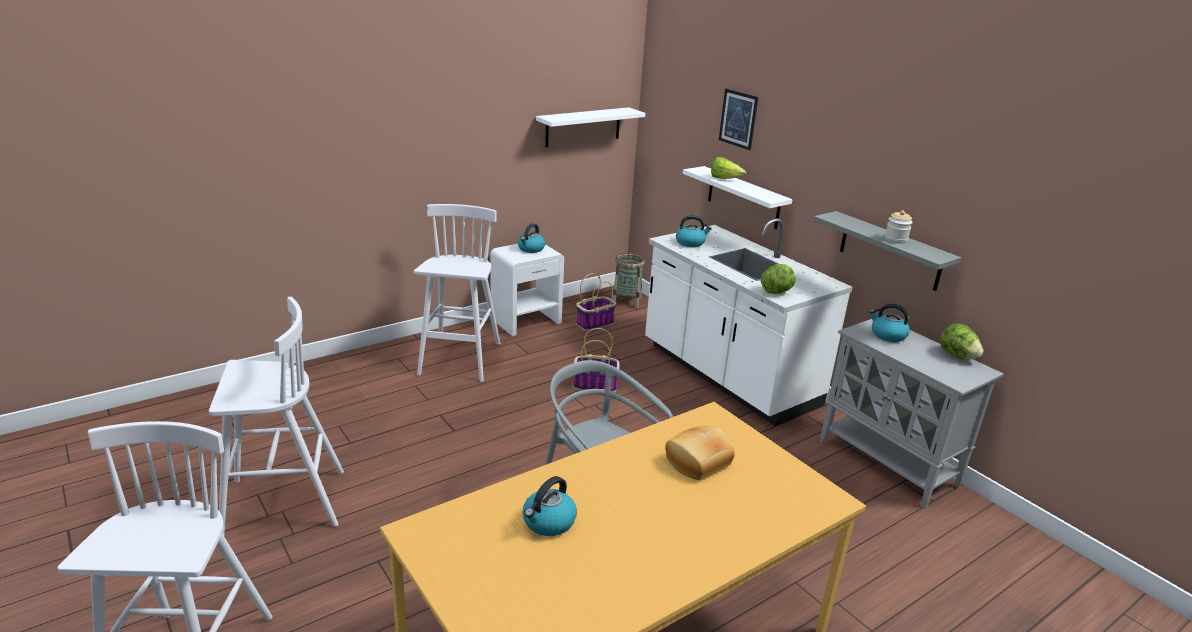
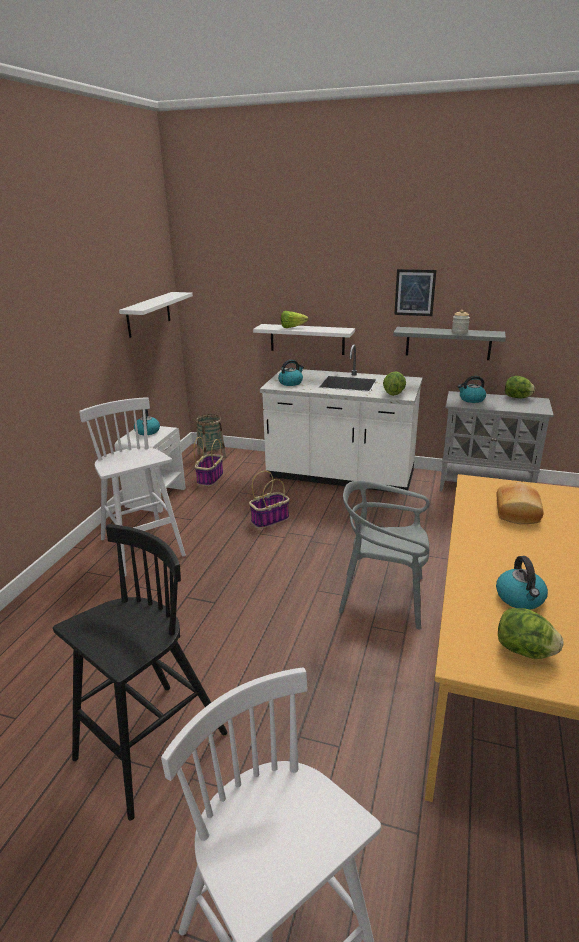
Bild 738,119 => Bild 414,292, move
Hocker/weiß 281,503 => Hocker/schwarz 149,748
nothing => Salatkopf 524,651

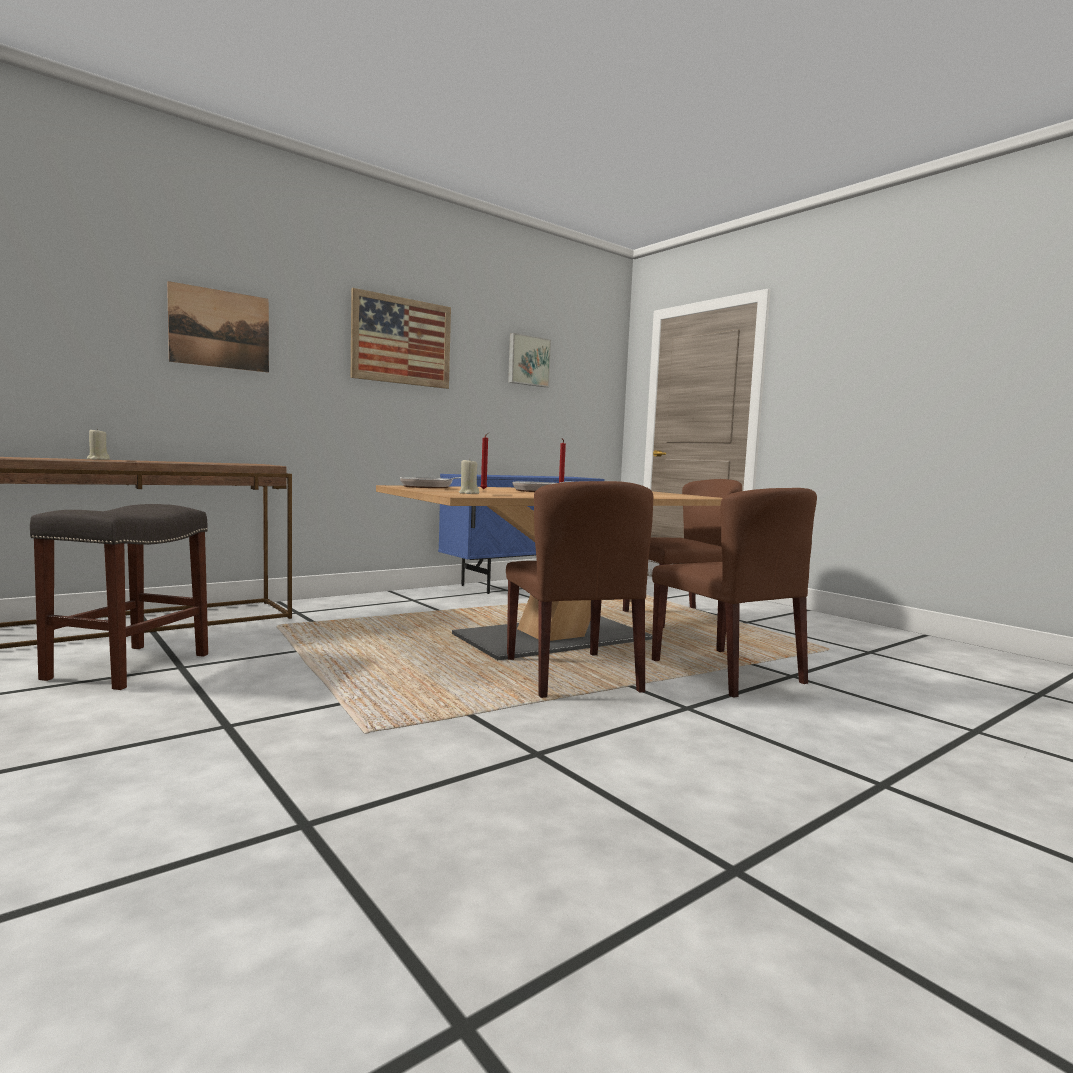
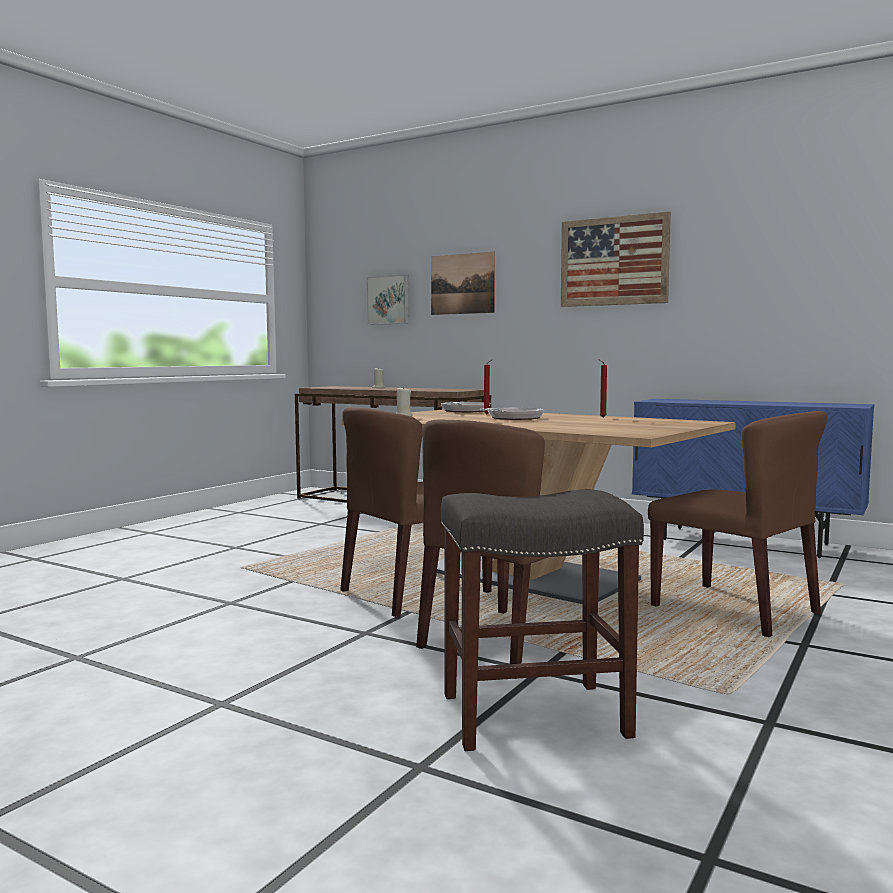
Bild 528,361 => Bild 389,300, move
Hocker/grau 128,667 => Hocker/grau 531,716, move

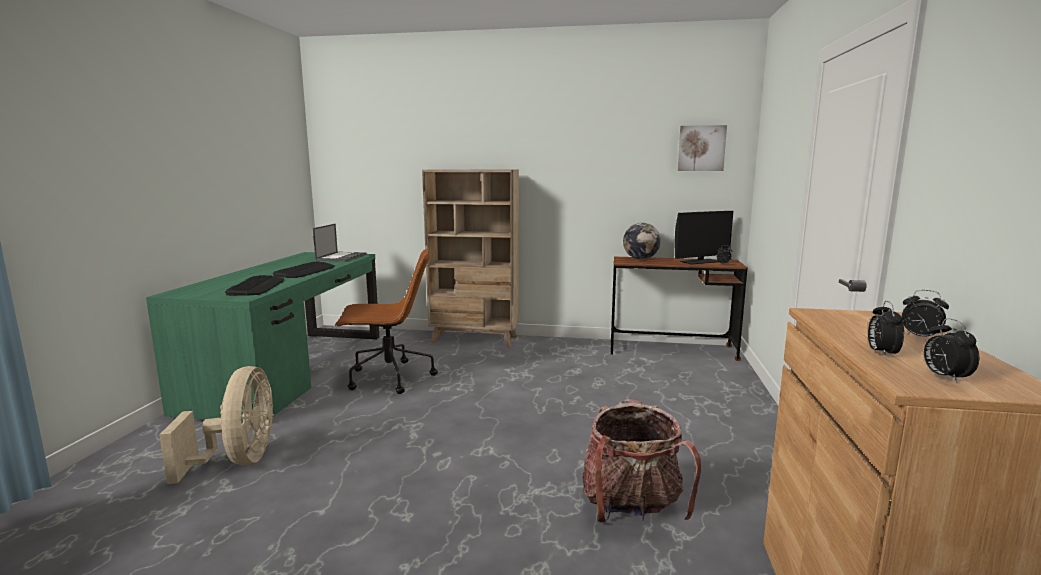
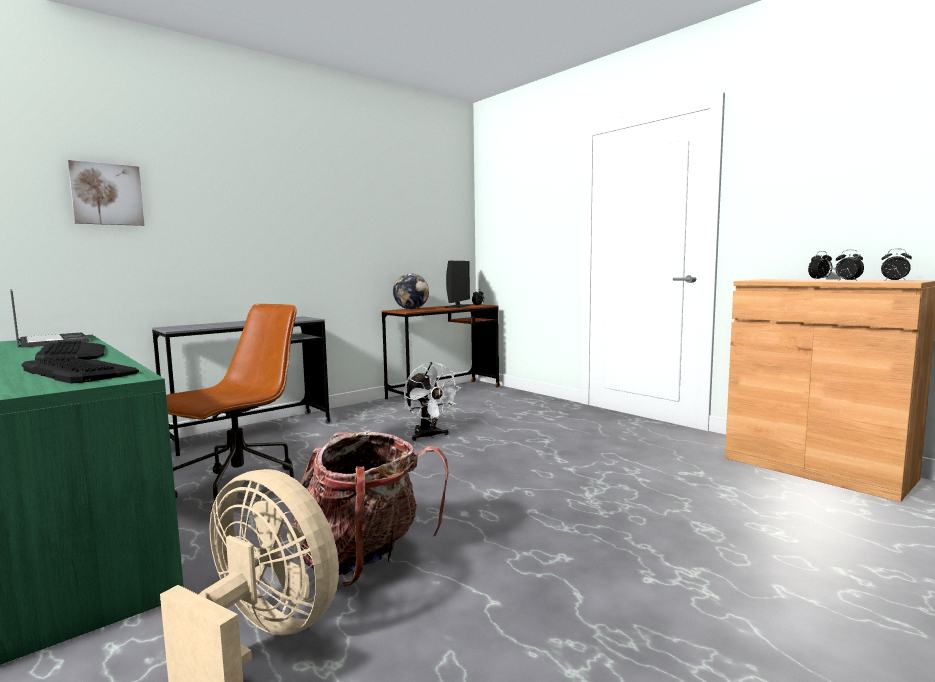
Bild 701,148 => Bild 107,194, move
Bücherregal/beige 474,340 => Schreibtisch/grau 250,432
Rucksack 631,508 => Rucksack 364,559, move
nothing => Ventilator/weiß 429,436

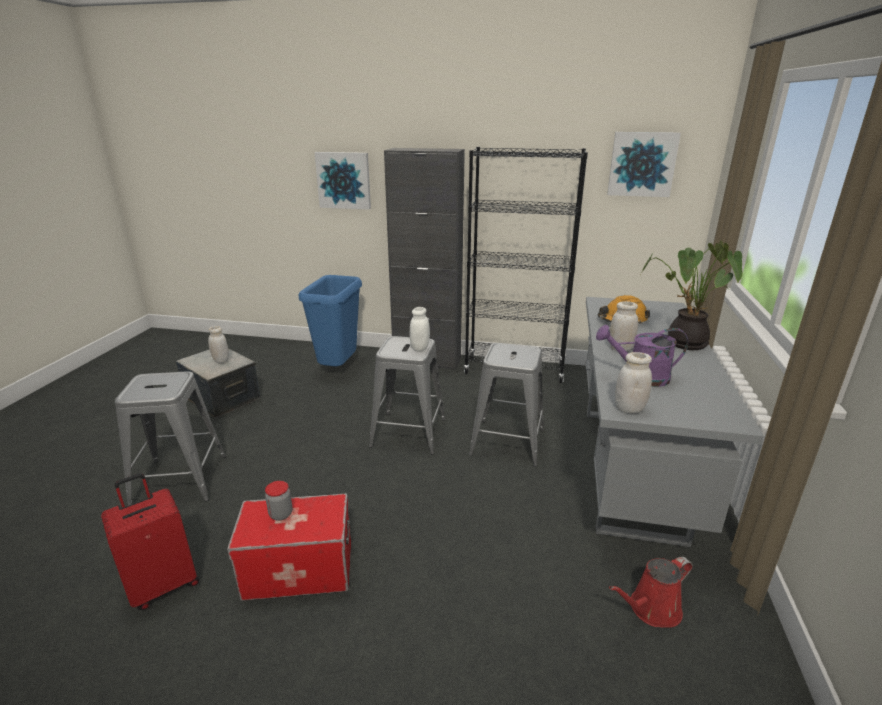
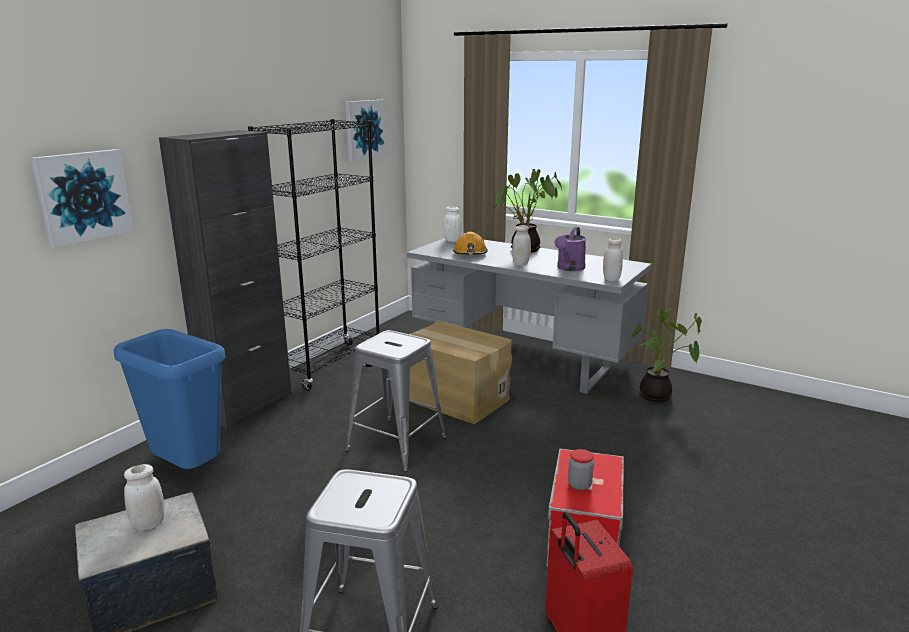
Vorratsglas/weiß 420,348 => Vorratsglas/weiß 452,240, move
Hocker/grau 508,442 => Karton 453,398
Gießkanne/rot 651,609 => Topfpflanze 657,397

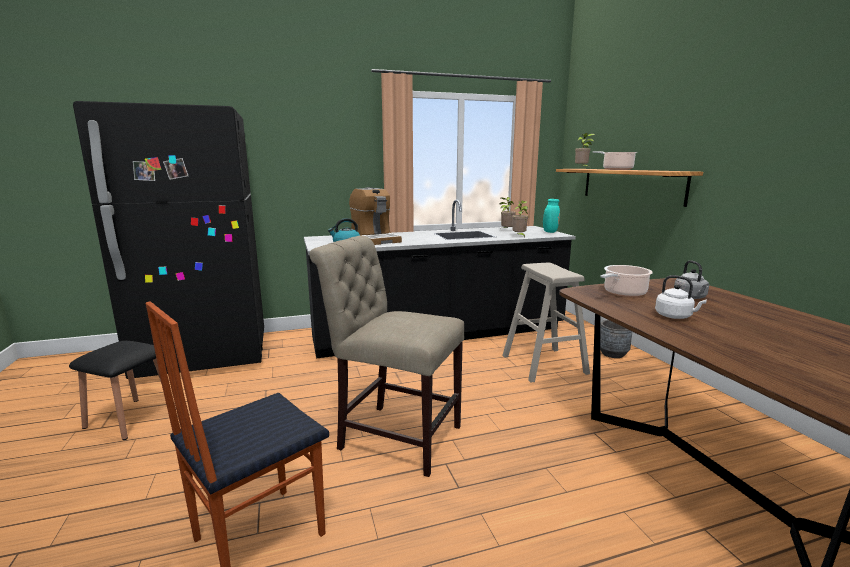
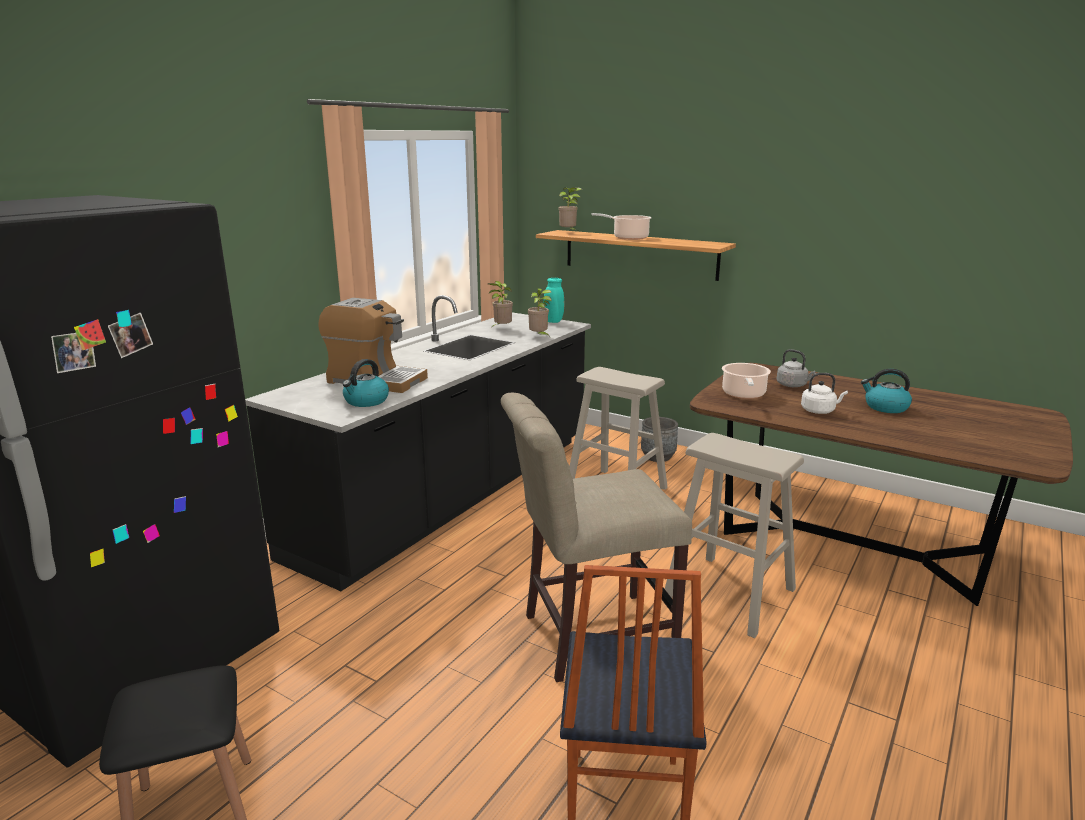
nothing => Wasserkessel 885,407
nothing => Hocker/beige 729,594

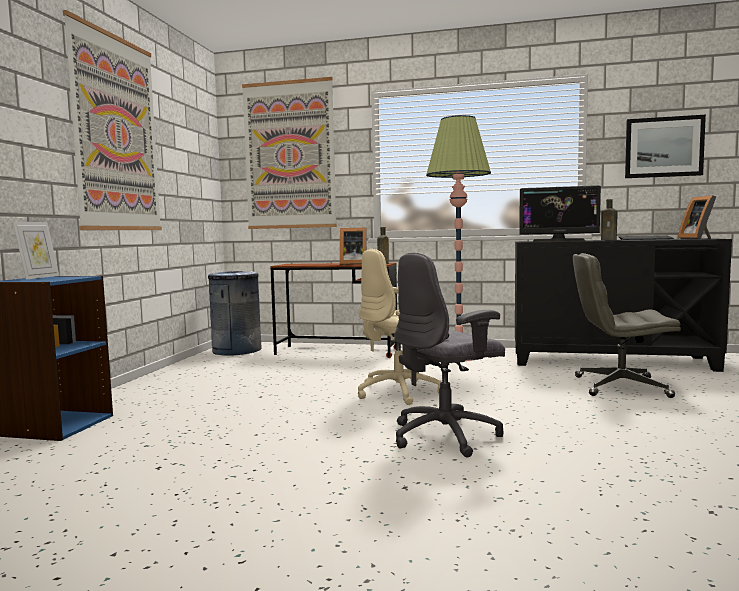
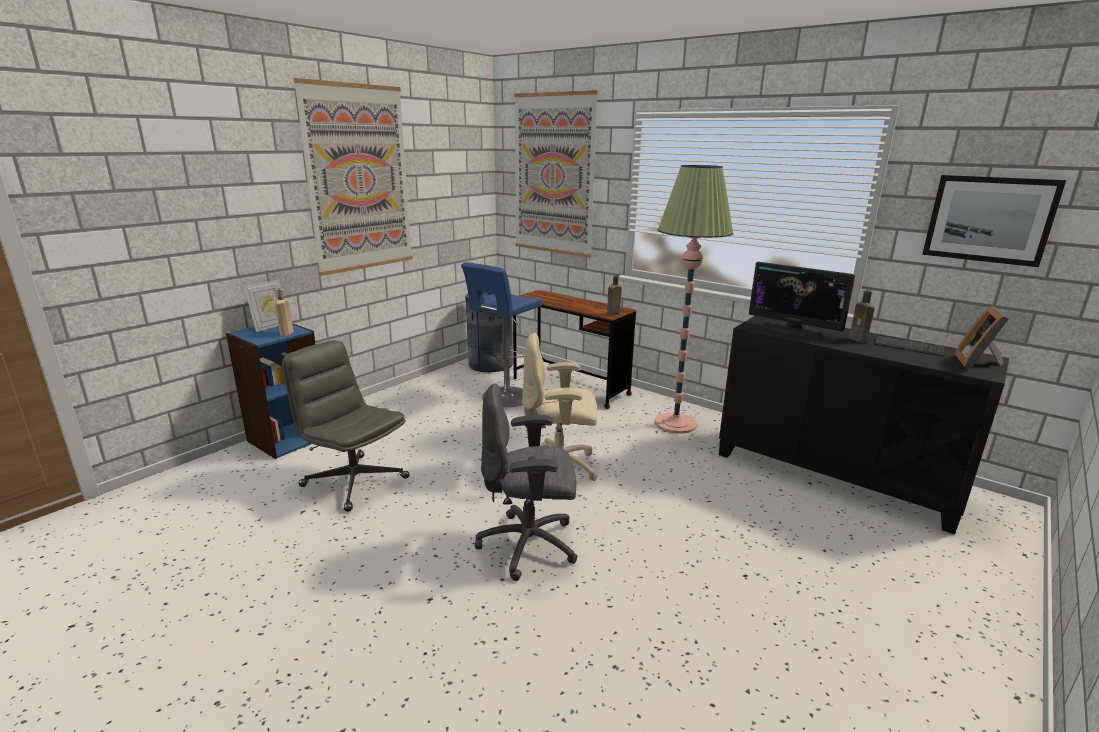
Bilderrahmen 352,264 => nothing
Bürostuhl/grau 619,387 => Bürostuhl/grau 354,481, move
nothing => Hocker/blau 504,398
nothing => Flasche/beige 287,333

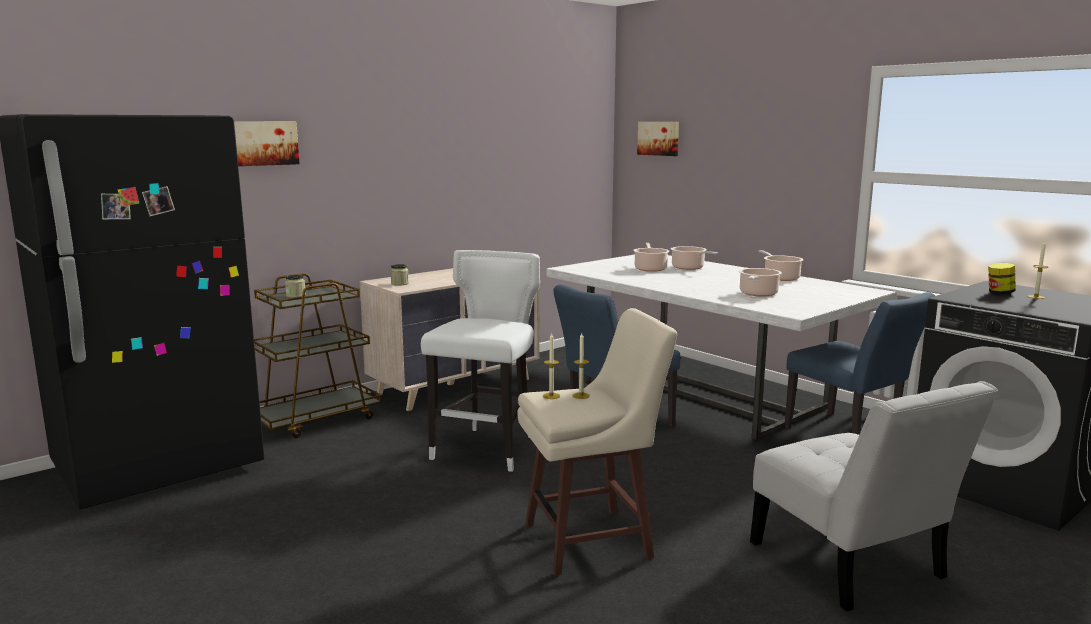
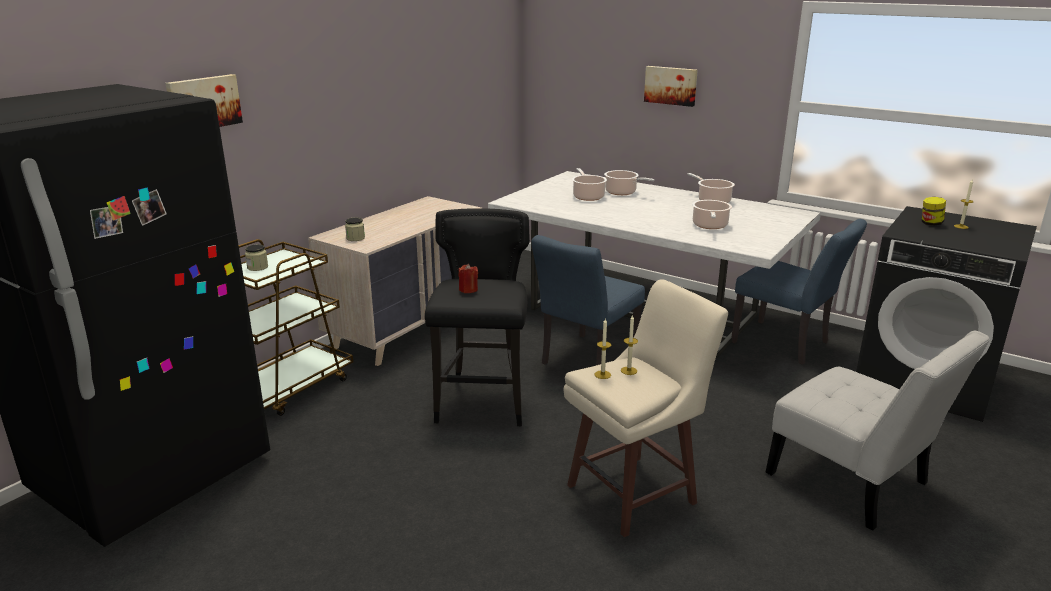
Bild 659,138 => Bild 671,85, move
Hocker/weiß 487,449 => Hocker/schwarz 483,402
nothing => Kerze/rot 468,290

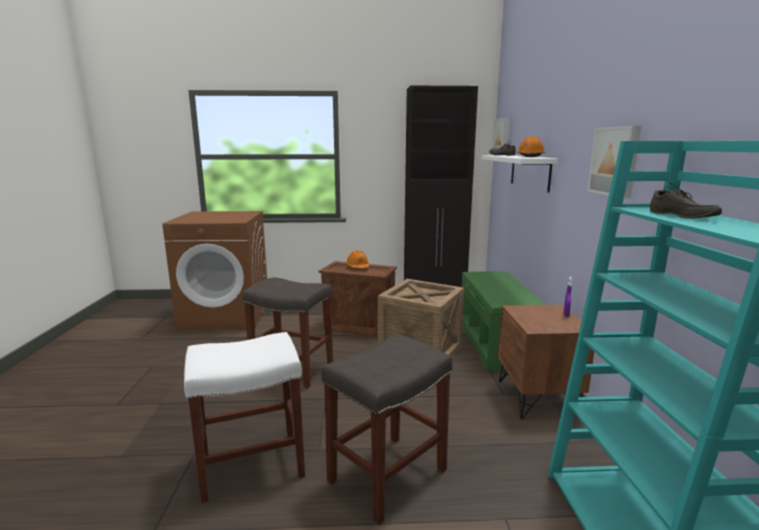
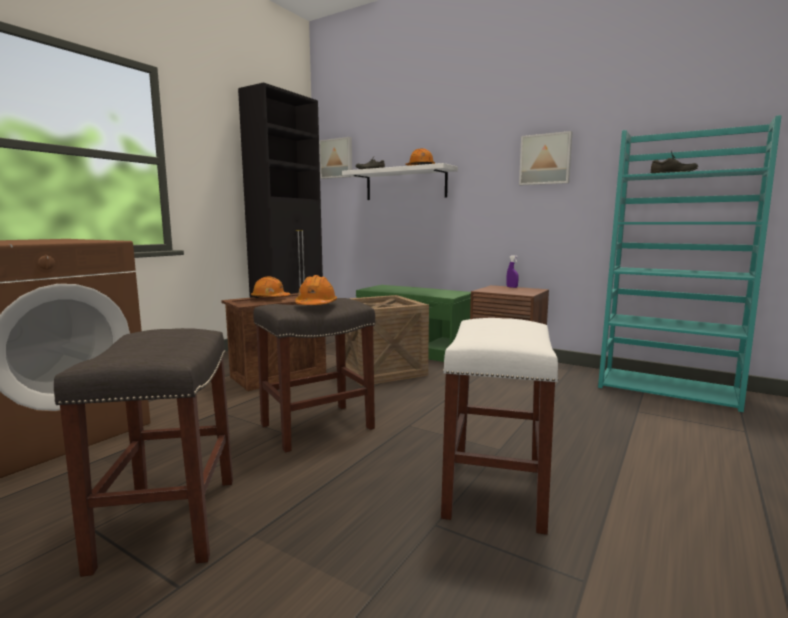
Hocker/grau 388,474 => Hocker/grau 168,520, move
nothing => Schutzhelm/orange 316,305

